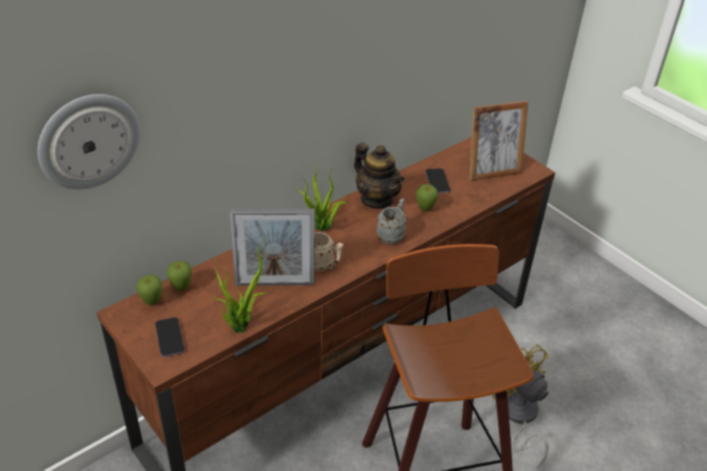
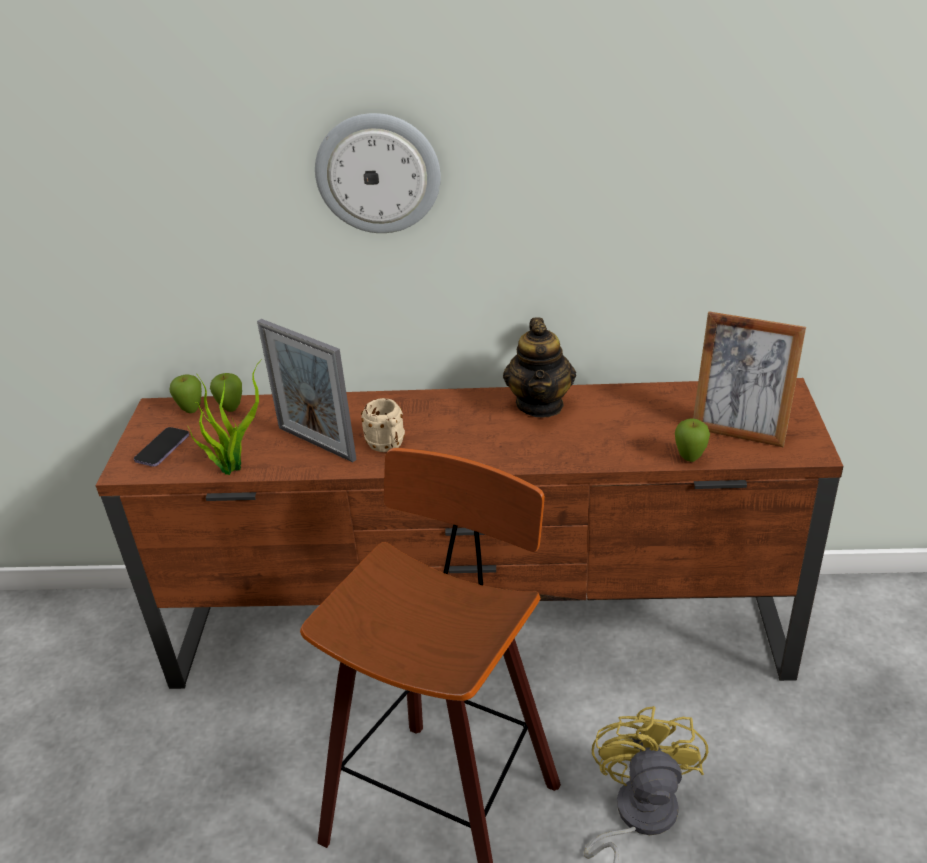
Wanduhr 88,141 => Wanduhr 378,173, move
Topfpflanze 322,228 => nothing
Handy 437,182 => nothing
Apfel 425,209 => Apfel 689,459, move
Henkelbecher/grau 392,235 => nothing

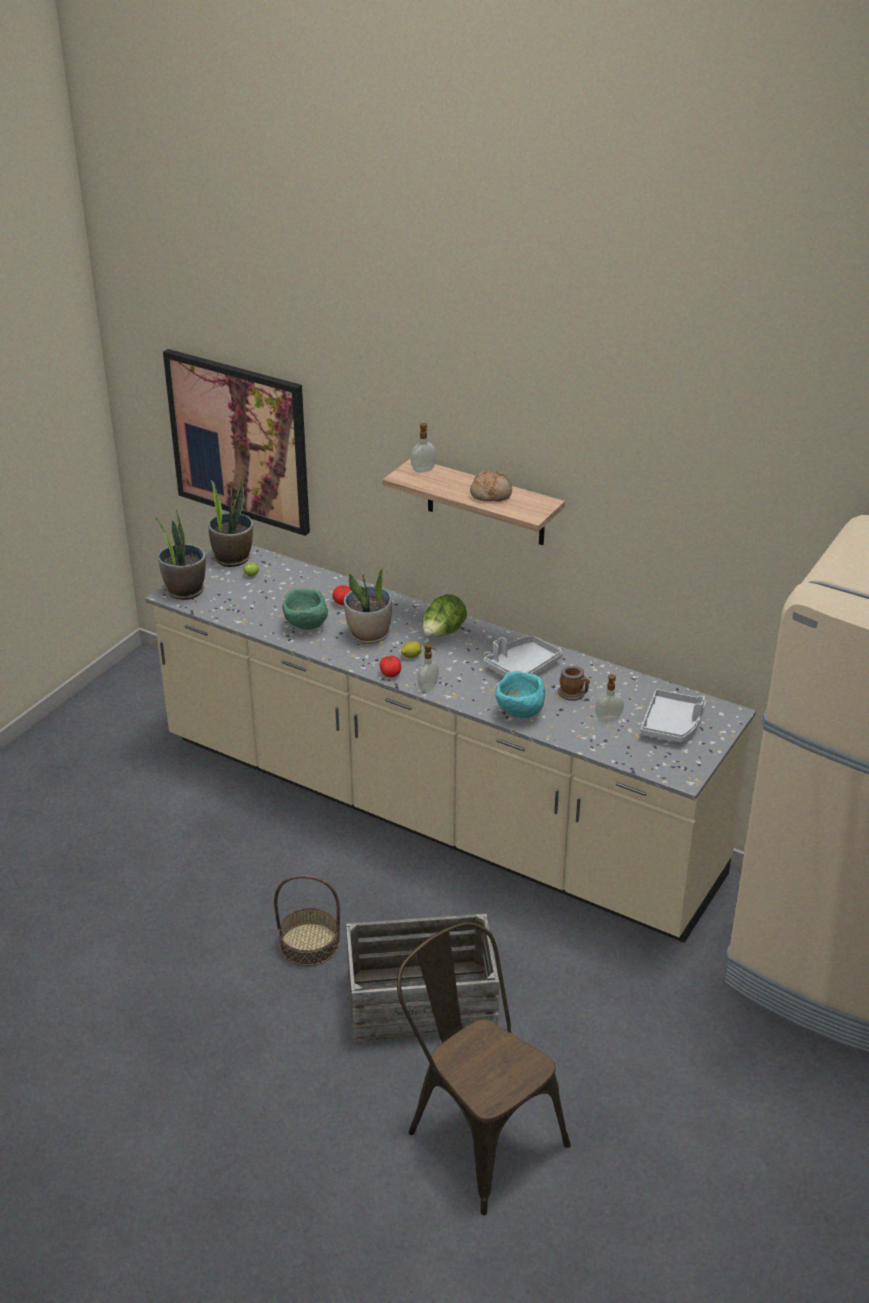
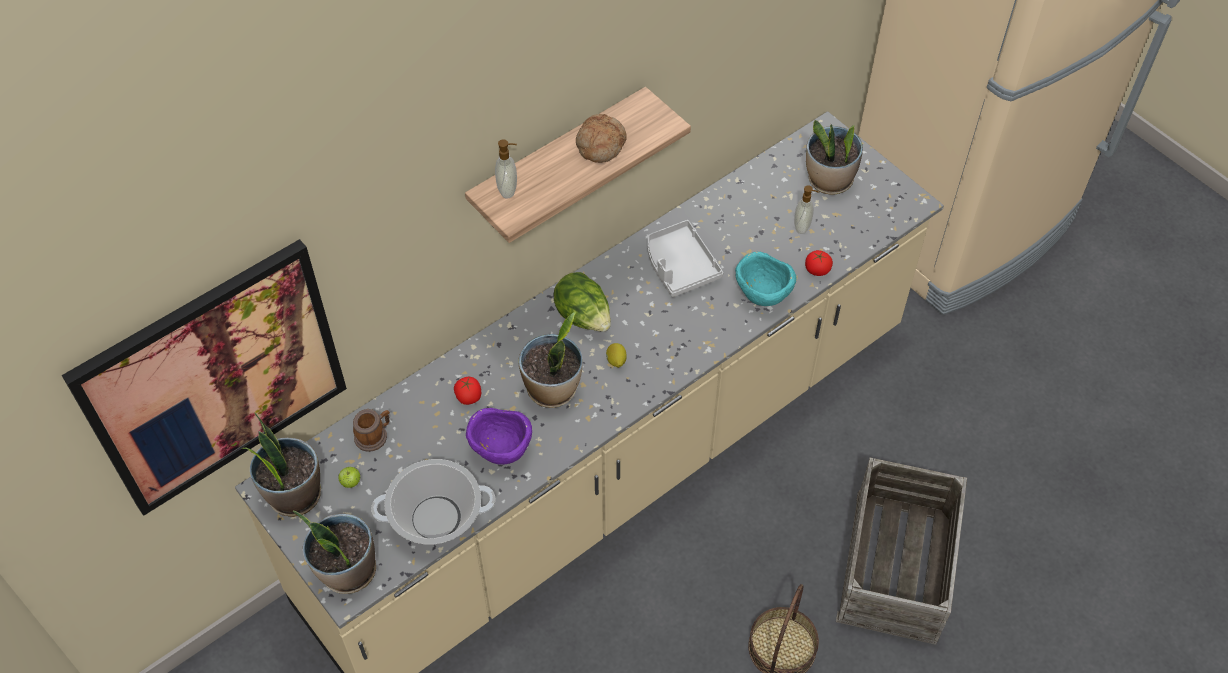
Schüssel/grün 305,625 => Schüssel/lila 501,450
Seifenspender 428,687 => nothing
Tomate 390,674 => Tomate 817,270, move
Henkelbecher 574,694 => Henkelbecher 374,435, move
Tablett/grau 672,725 => Topfpflanze 829,180
Stuhl/braun 477,1133 => nothing
nothing => Kochtopf 436,518

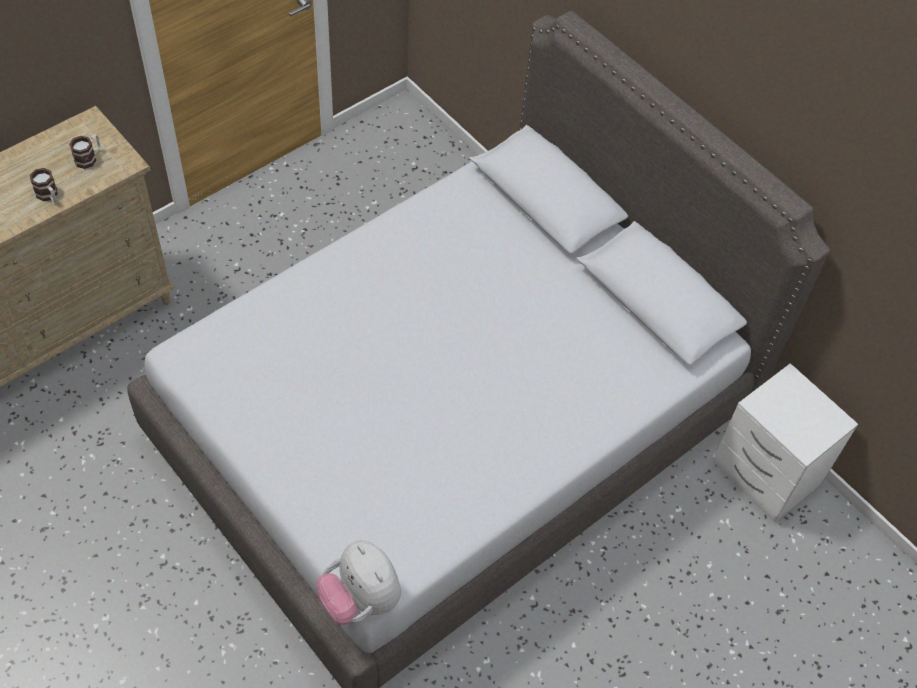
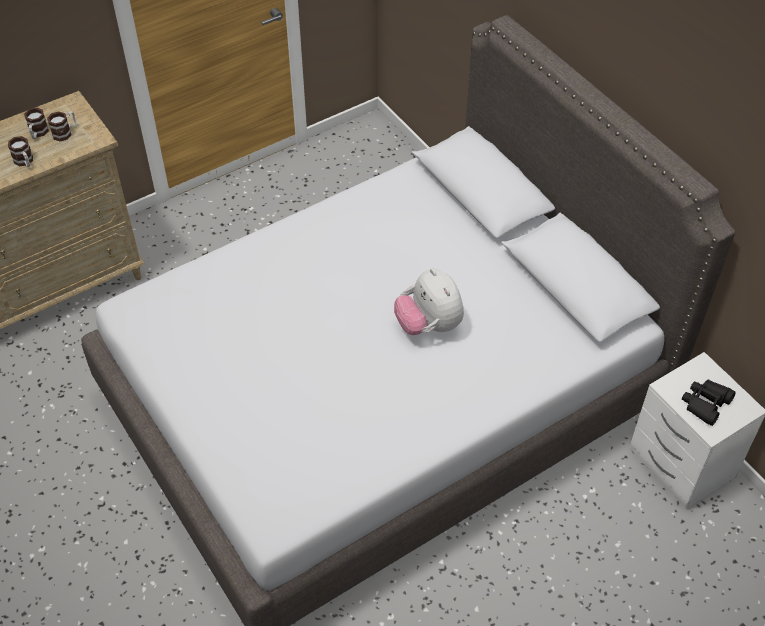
Plüschtier 360,599 => Plüschtier 429,325, move
nothing => Henkelbecher 38,133
nothing => Fernglas/schwarz 705,404

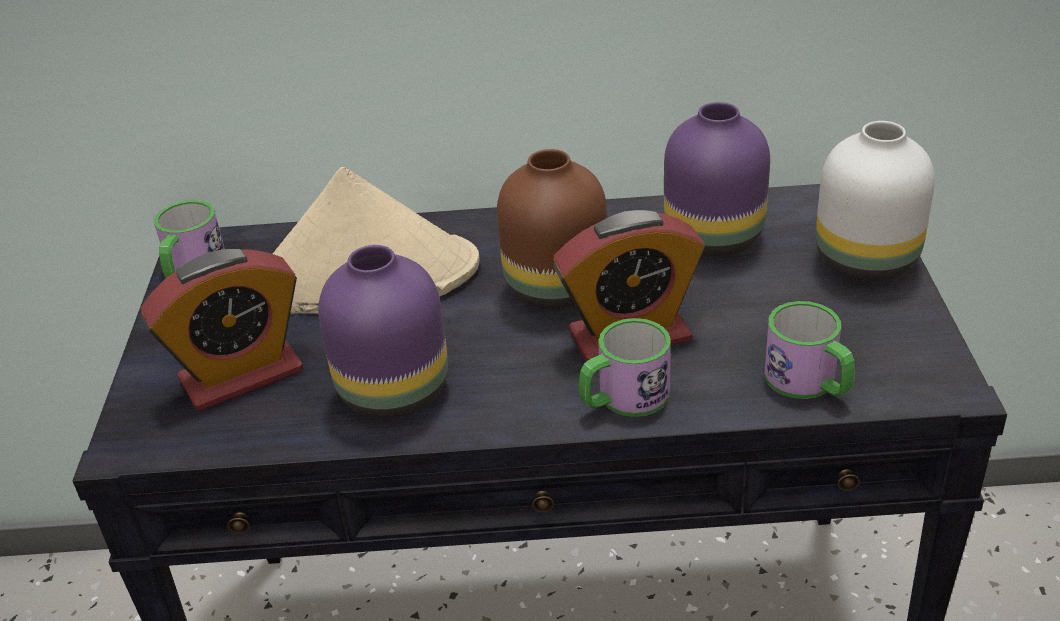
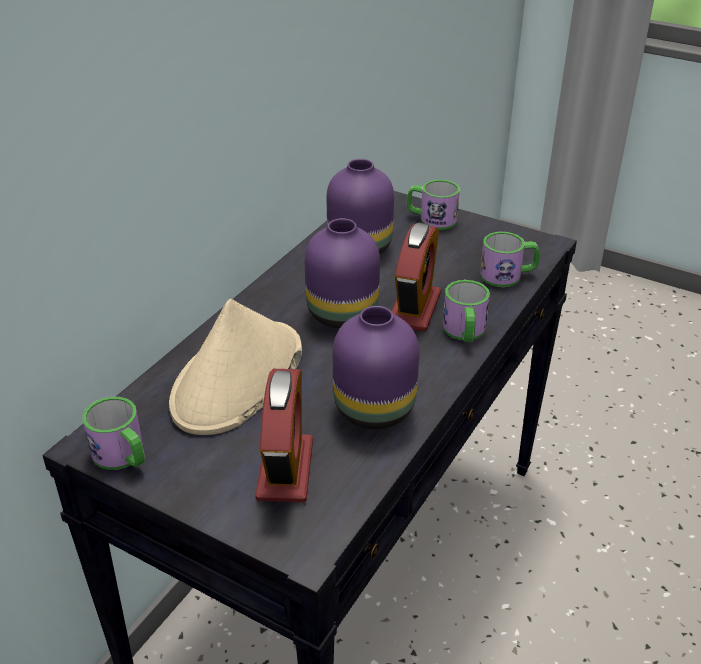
Vase/weiß 863,260 => Henkelbecher 431,219
Vase/braun 559,288 => Vase/lila 344,313

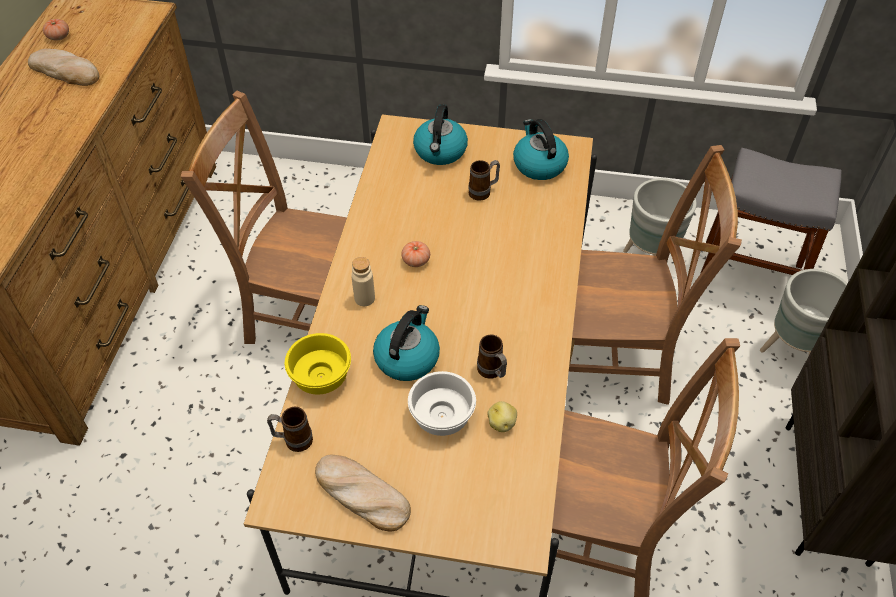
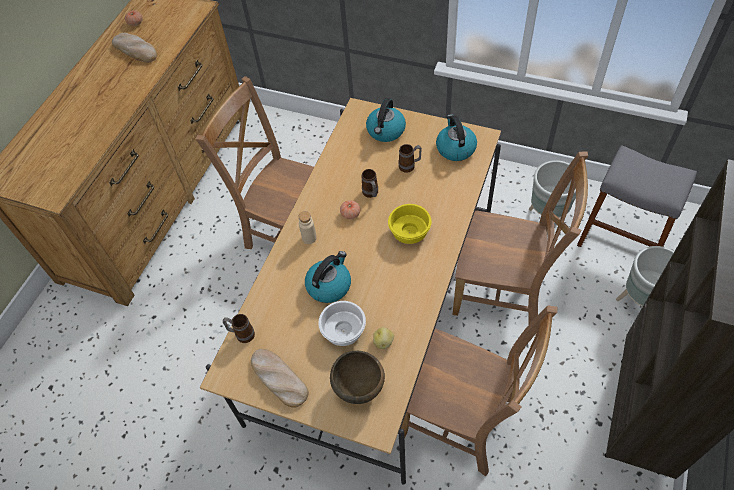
Schüssel/gelb 320,375 => Schüssel/gelb 409,231, move
Henkelbecher 492,372 => Henkelbecher 371,194, move
nothing => Schüssel/braun 359,388

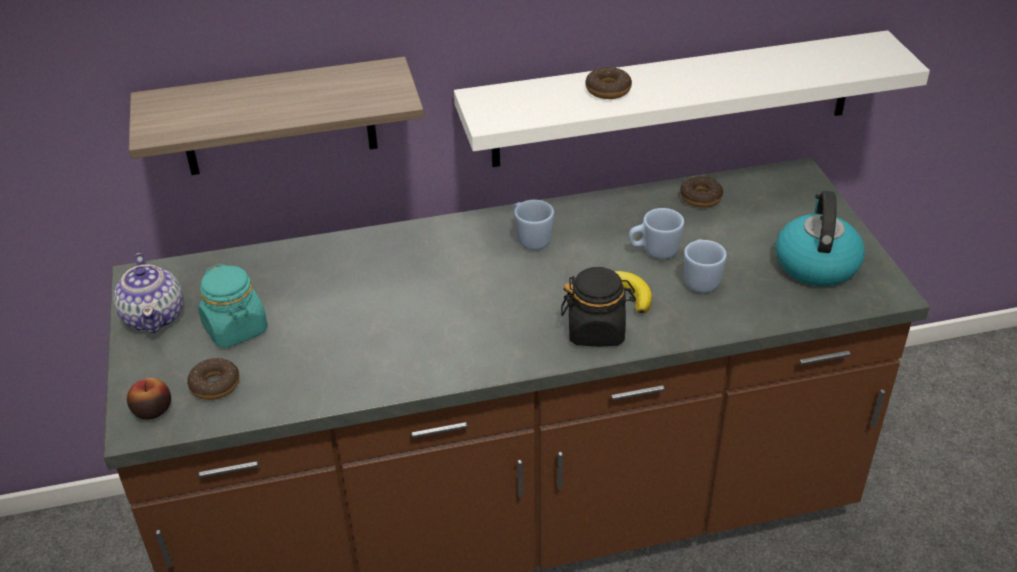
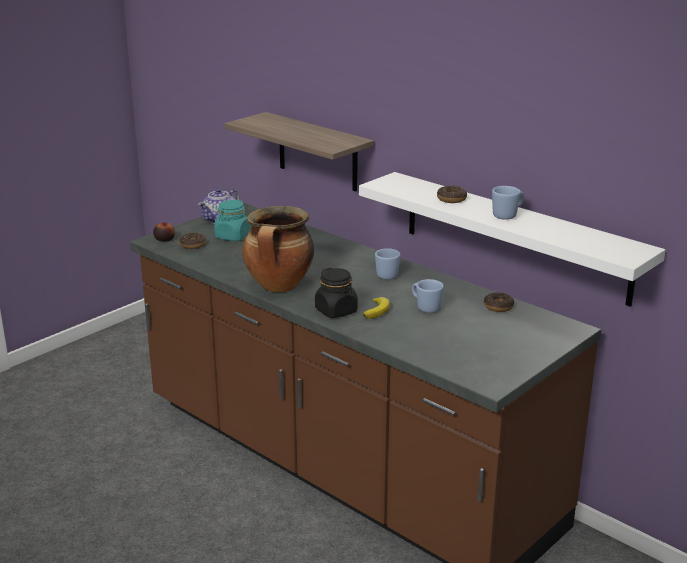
Wasserkessel 816,263 => nothing
Henkelbecher/blau 700,279 => Henkelbecher/blau 508,215, move
nothing => Kochtopf 279,287

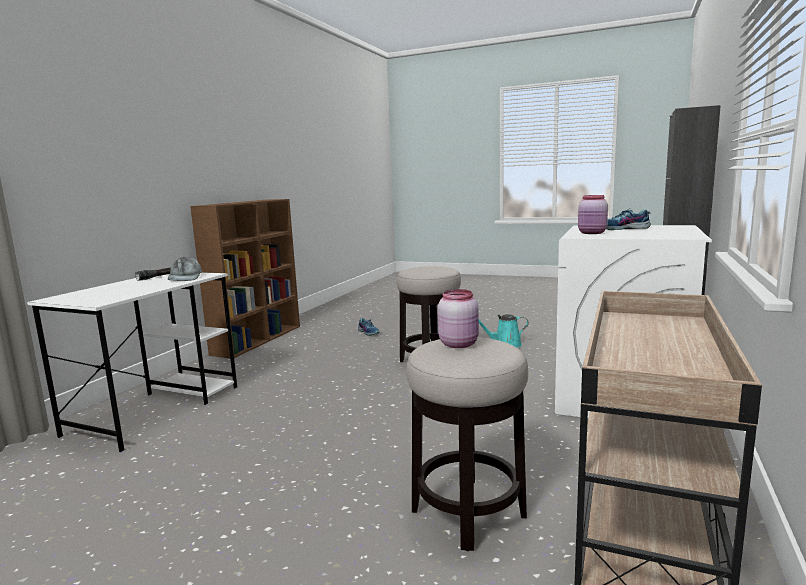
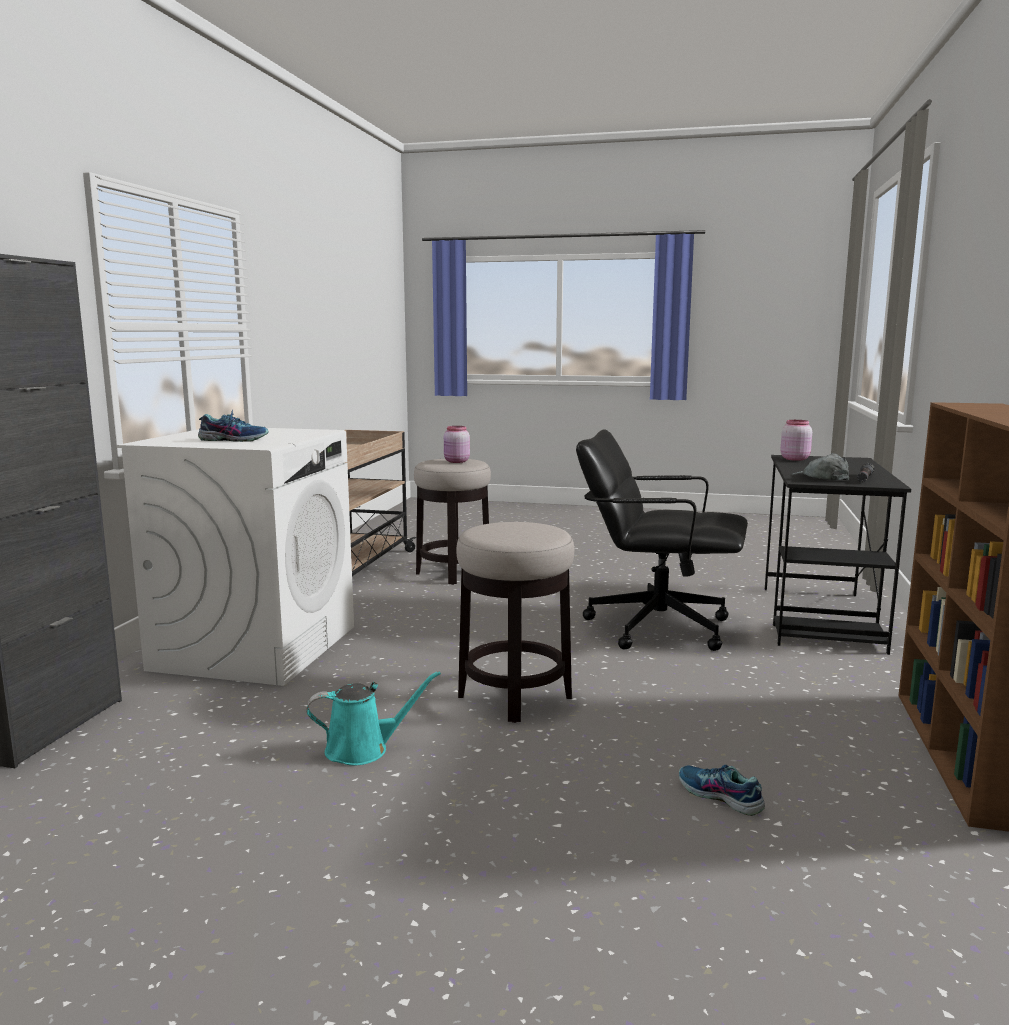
Vorratsglas/rosa 592,233 => Vorratsglas/rosa 794,459, move
Schreibtisch/weiß 157,409 => Schreibtisch/schwarz 820,618
nothing => Bürostuhl/schwarz 656,627

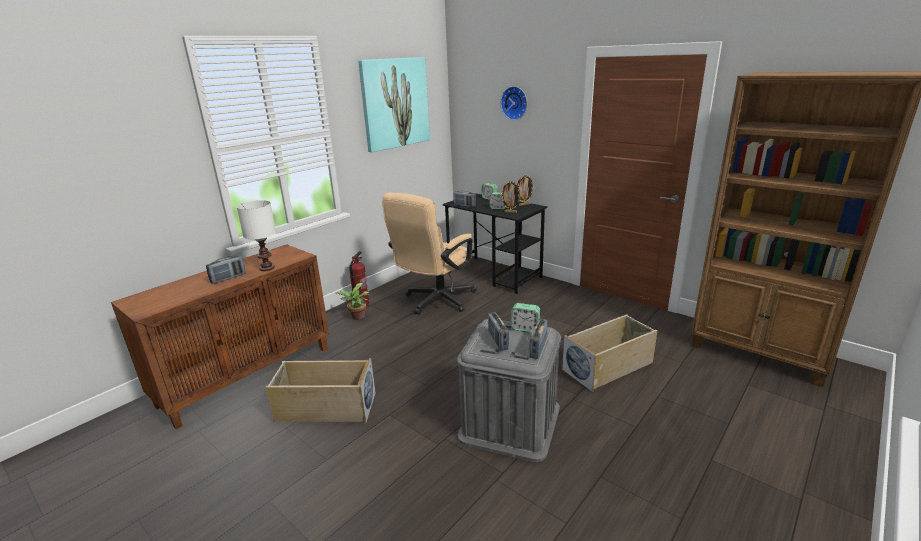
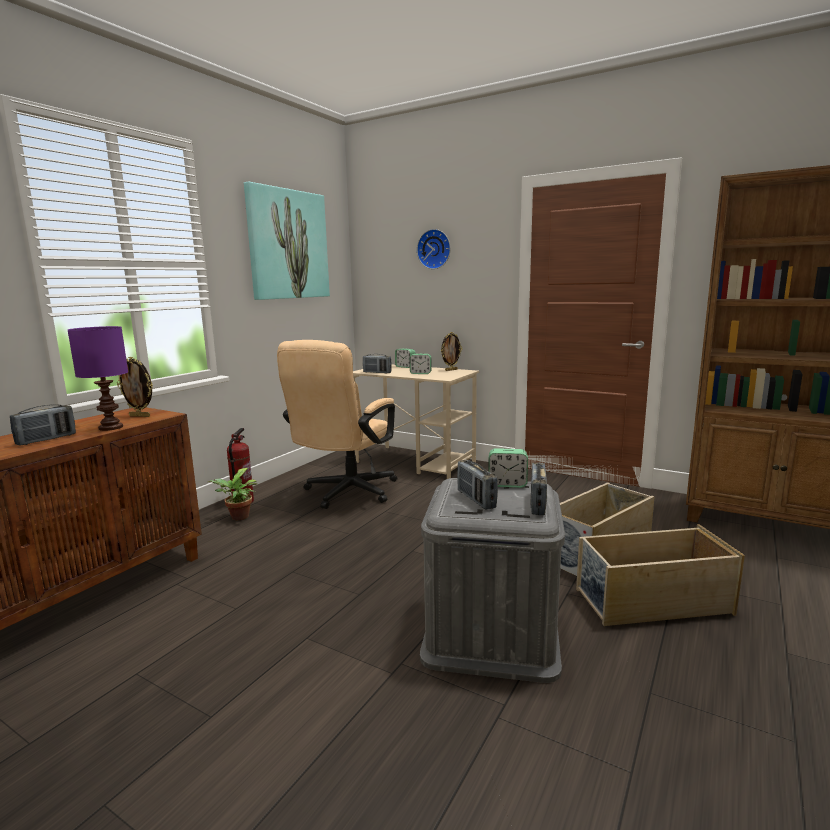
Bilderrahmen 510,212 => Bilderrahmen 140,416, move
Schreibtisch/schwarz 495,275 => Schreibtisch/beige 416,462
Tischlampe/weiß 267,268 => Tischlampe/lila 111,428
Aufbewahrungsbox/beige 325,408 => Aufbewahrungsbox/beige 651,602, move

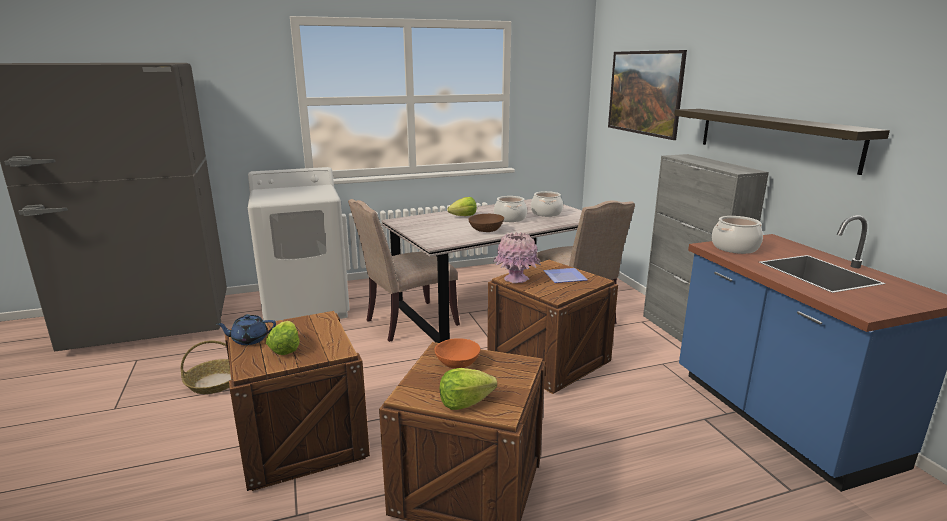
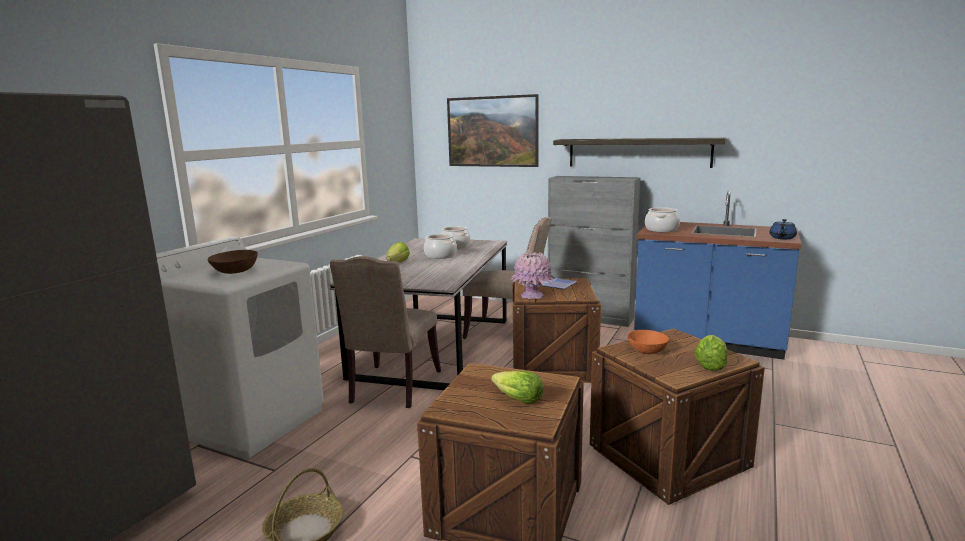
Schüssel/braun 486,230 => Schüssel/braun 235,271, move
Teekanne/blau 249,339 => Teekanne/blau 782,238, move

